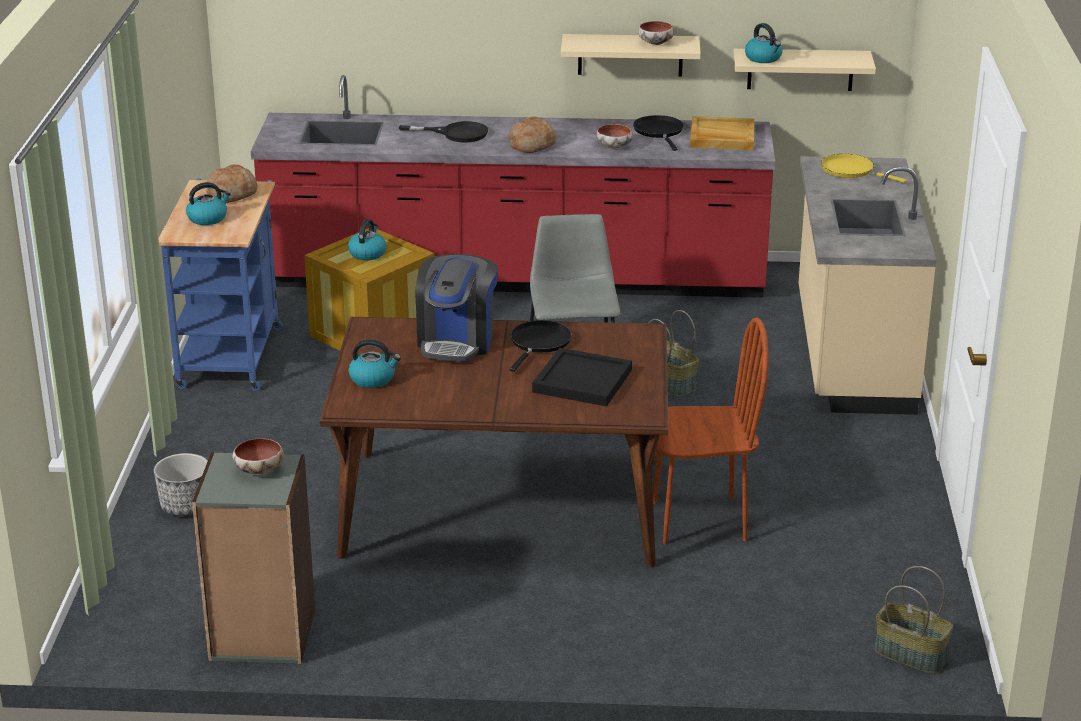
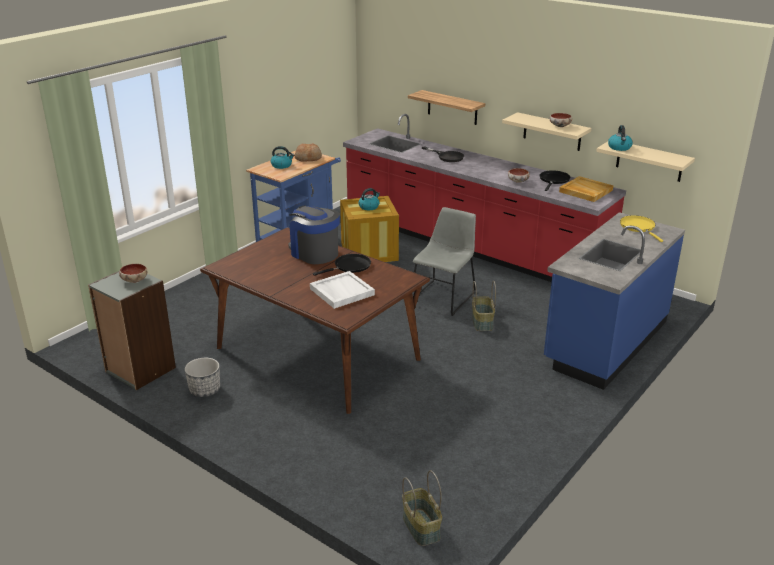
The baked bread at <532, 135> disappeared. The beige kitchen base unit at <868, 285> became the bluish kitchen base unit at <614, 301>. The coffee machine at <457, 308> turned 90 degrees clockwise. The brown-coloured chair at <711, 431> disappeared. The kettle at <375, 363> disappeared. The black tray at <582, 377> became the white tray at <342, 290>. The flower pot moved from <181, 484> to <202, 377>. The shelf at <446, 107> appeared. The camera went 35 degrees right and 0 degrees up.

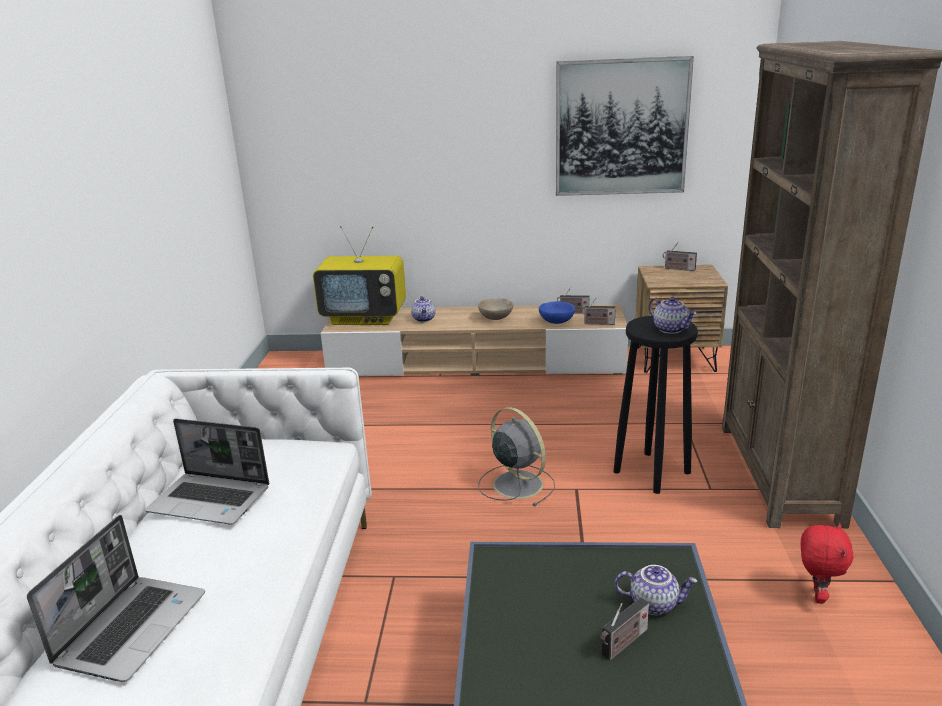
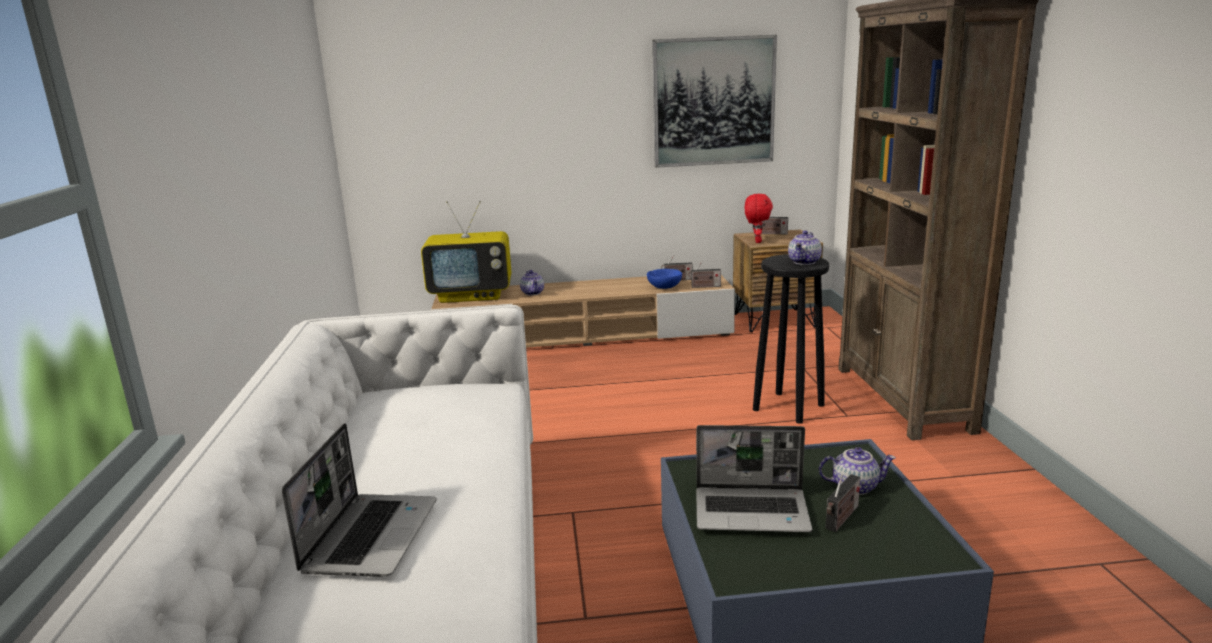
The tea pot at <672, 315> turned 75 degrees clockwise. The beige bowl at <495, 309> disappeared. The greyish fan at <516, 456> disappeared. The portable computer moved from <207, 471> to <754, 478>. The reddish plush toy moved from <827, 563> to <759, 218>. The camera went 10 degrees left and 5 degrees down.

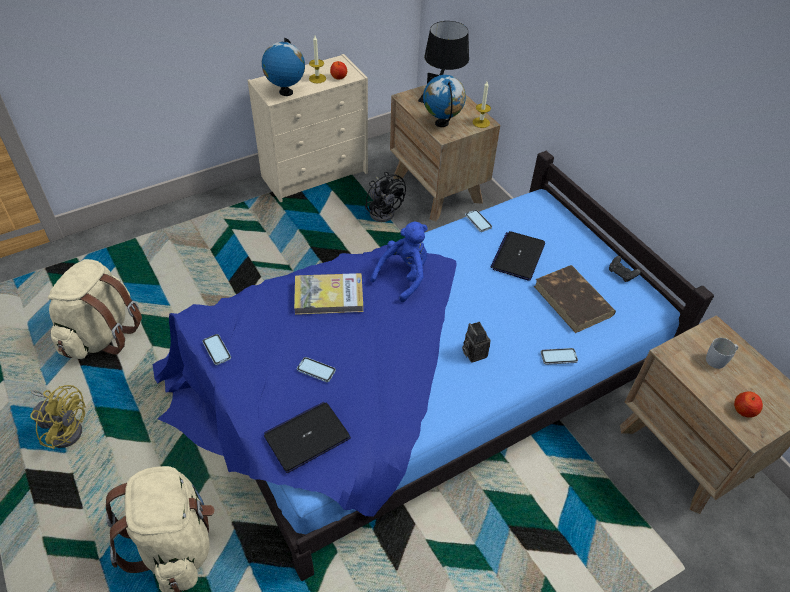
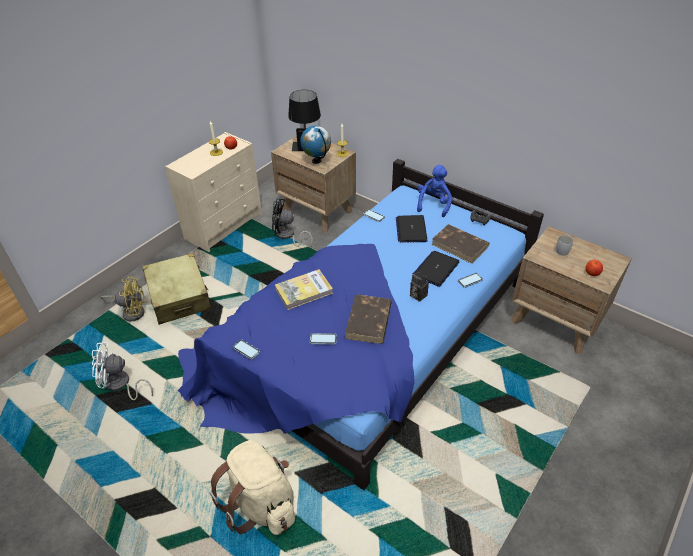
The world globe at <283, 67> disappeared. The black fan at <385, 197> turned 150 degrees clockwise. The bluish plush toy moved from <399, 262> to <434, 191>. The beige knapsack at <95, 309> was replaced by the white fan at <122, 371>. The yellow-coloured fan moved from <58, 417> to <123, 299>. The portable computer moved from <307, 437> to <436, 269>. The beige suitcase at <176, 289> appeared. The brown-coloured book at <368, 319> appeared. The camera went 20 degrees left and 5 degrees down.

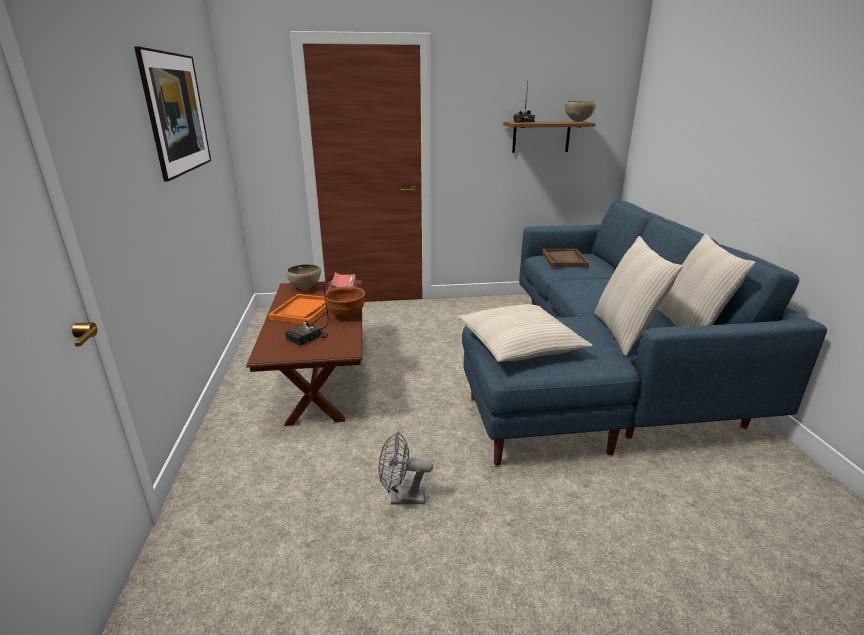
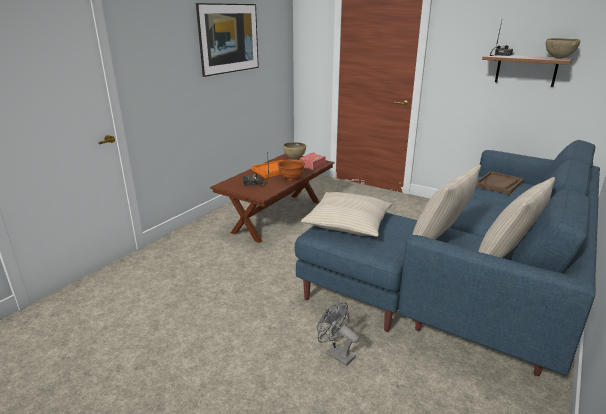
The greyish fan moved from <405, 467> to <338, 334>. The camera went 40 degrees right and 0 degrees up.

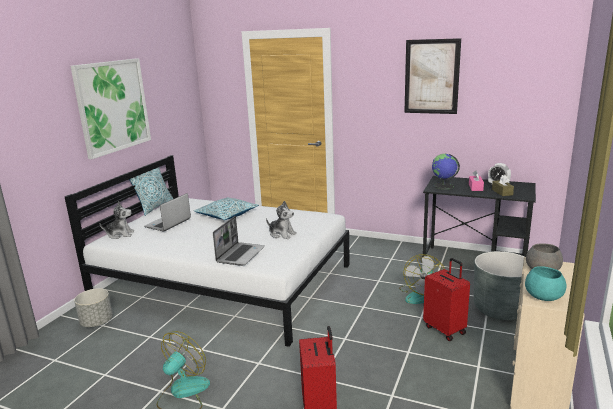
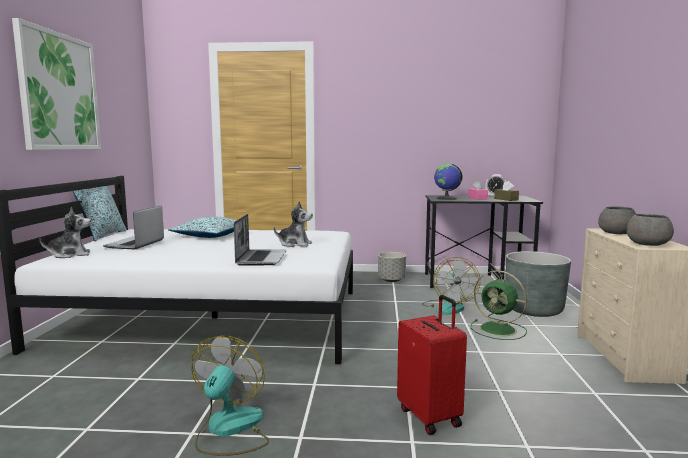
The wall art at <432, 76> disappeared. The reddish suitcase at <446, 299> was replaced by the greenish fan at <499, 305>. The blue-green bowl at <546, 283> became the greyish bowl at <650, 230>. The greyish flower pot moved from <93, 307> to <392, 267>. The camera went 20 degrees left and 10 degrees down.

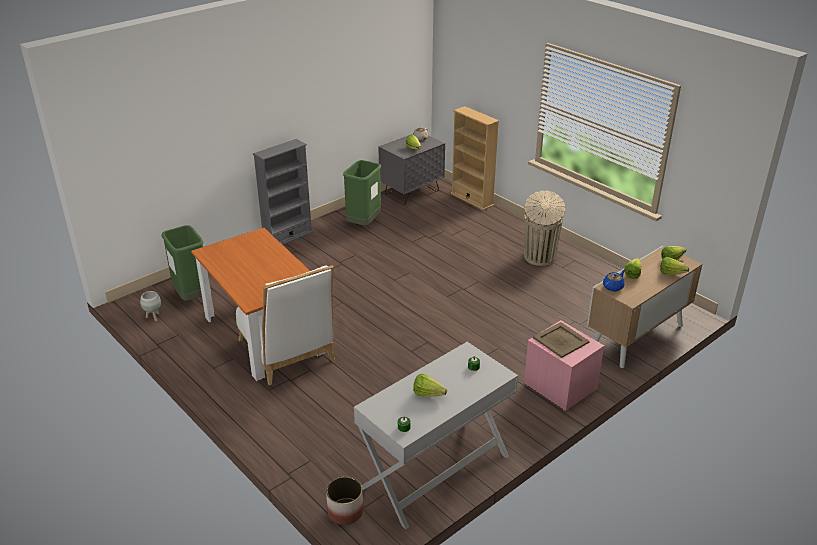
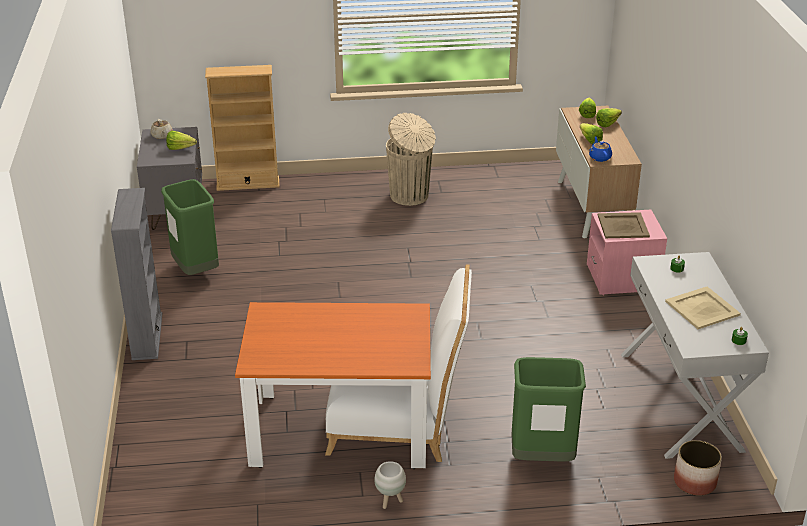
The greenish trash can moved from <182, 263> to <549, 409>. The white flower pot moved from <150, 306> to <390, 485>. The lettuce head at <430, 385> was replaced by the beige tray at <703, 307>. The camera went 55 degrees left and 0 degrees up.

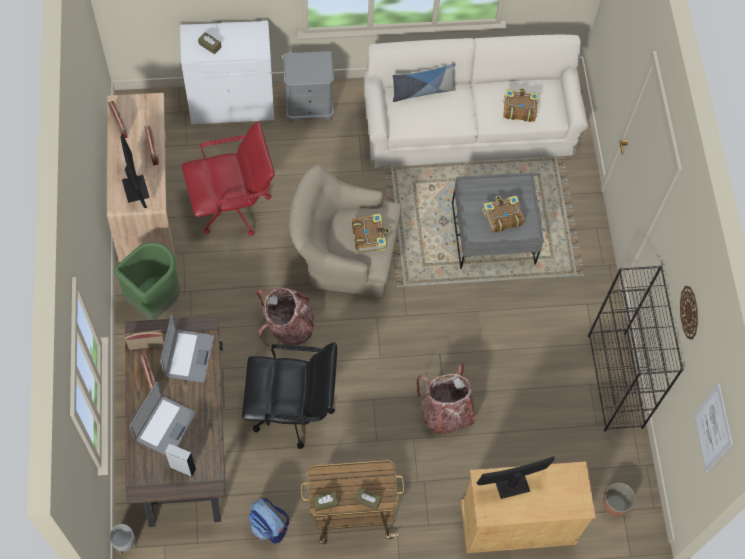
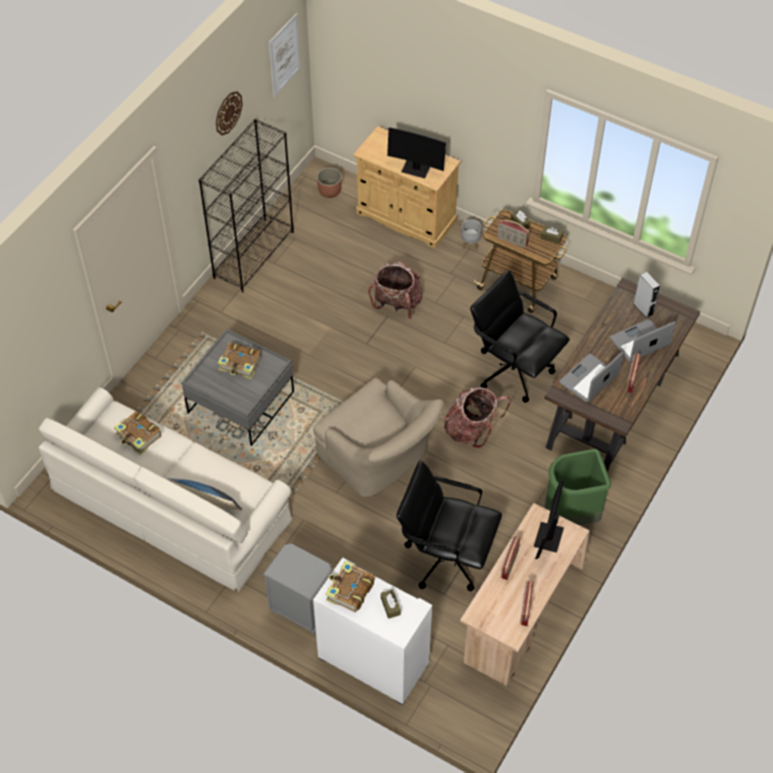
The reddish computer chair at <228, 178> became the black computer chair at <449, 525>. The book moved from <371, 233> to <350, 586>. The radio receiver moved from <144, 340> to <513, 233>. The knapsack at <269, 521> disappeared. The greyish flower pot moved from <123, 539> to <471, 234>. The camera went 140 degrees left and 10 degrees down.

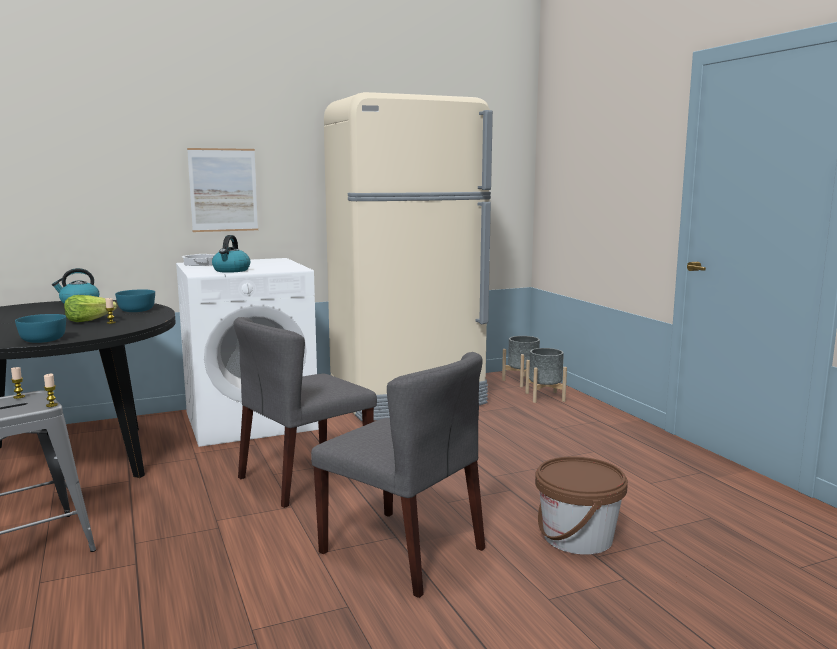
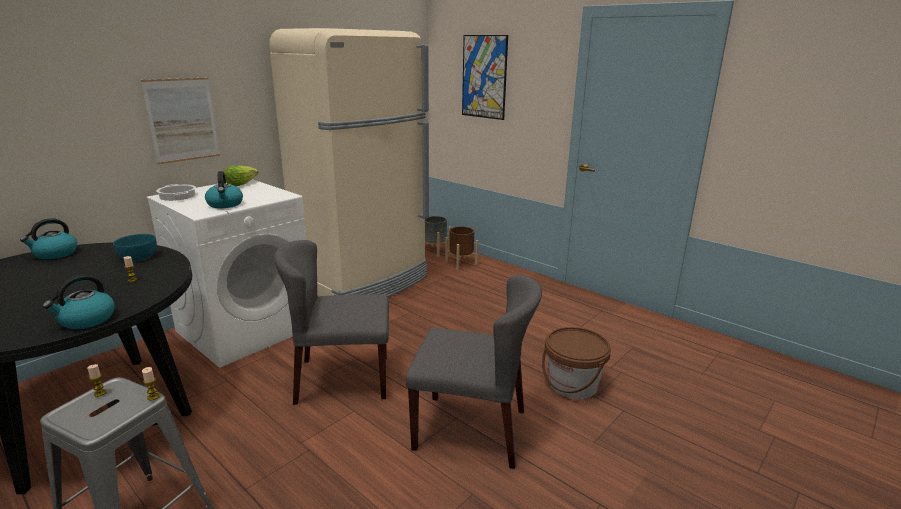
The lettuce head moved from <90, 308> to <241, 175>. The blue-green bowl at <40, 328> was replaced by the kettle at <79, 302>. The greyish chair at <305, 412> turned 60 degrees clockwise. The greyish flower pot at <546, 375> became the brown-coloured flower pot at <462, 248>. The wall art at <485, 77> appeared. The camera went 25 degrees left and 10 degrees up.

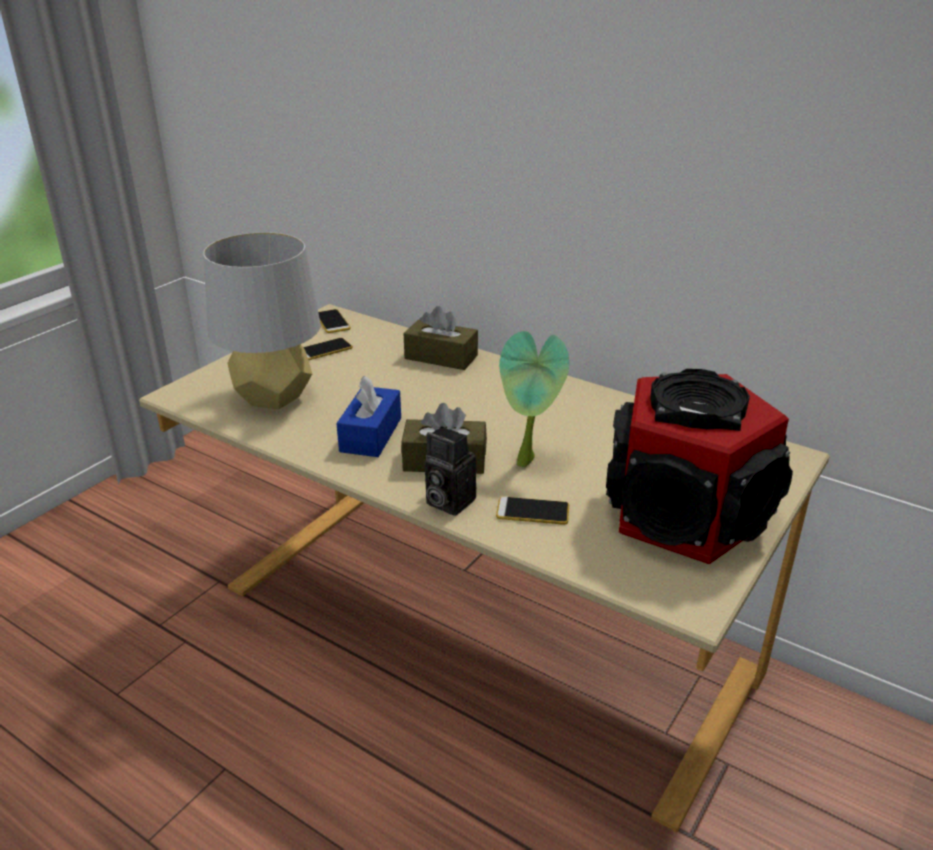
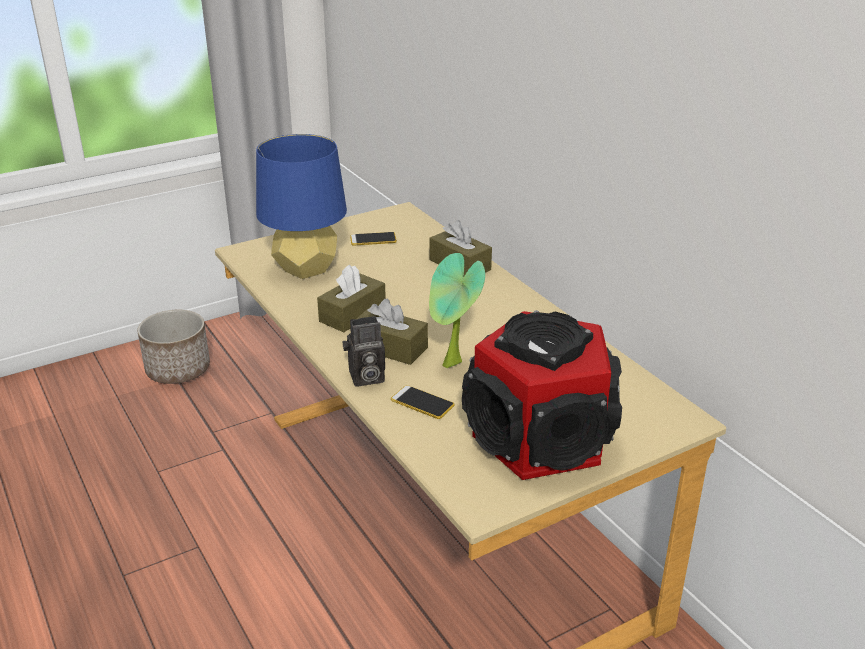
The greyish lamp for a table at <262, 320> became the bluish lamp for a table at <301, 206>. The telephone at <334, 321> disappeared. The bluish tissue box at <368, 416> became the brown-coloured tissue box at <351, 298>. The still camera at <451, 471> turned 75 degrees counterclockwise. The flower pot at <173, 347> appeared. The camera went 25 degrees right and 0 degrees up.

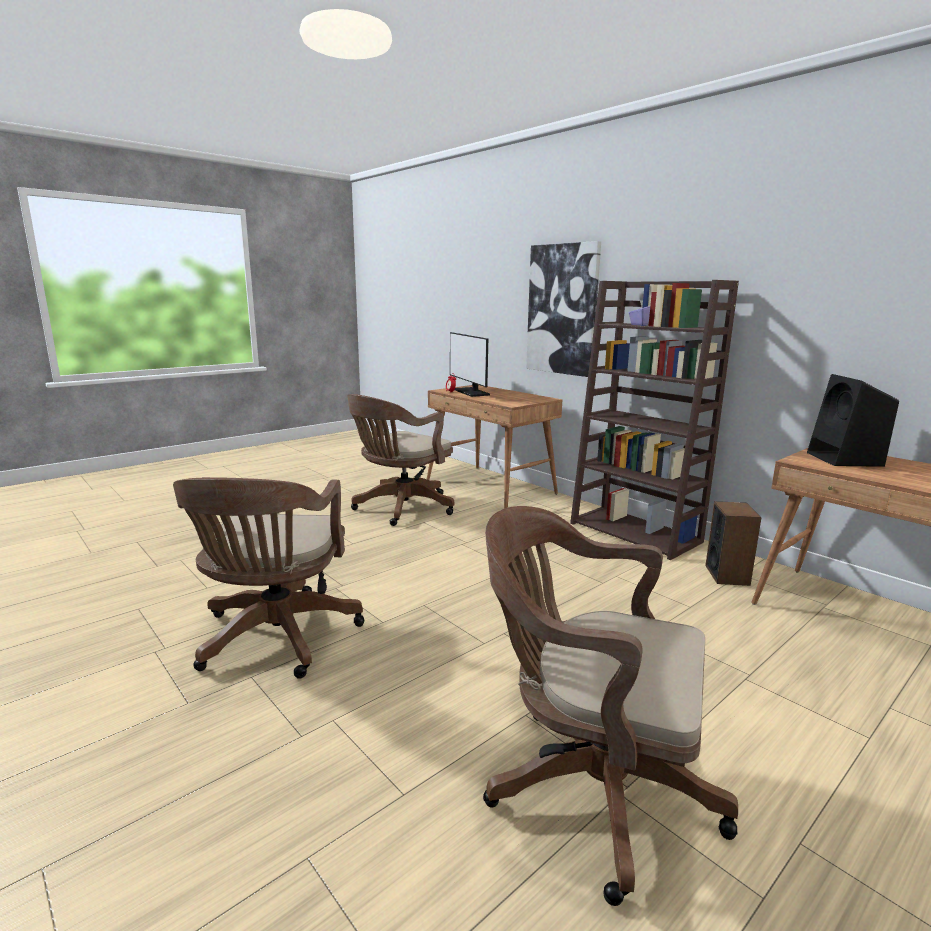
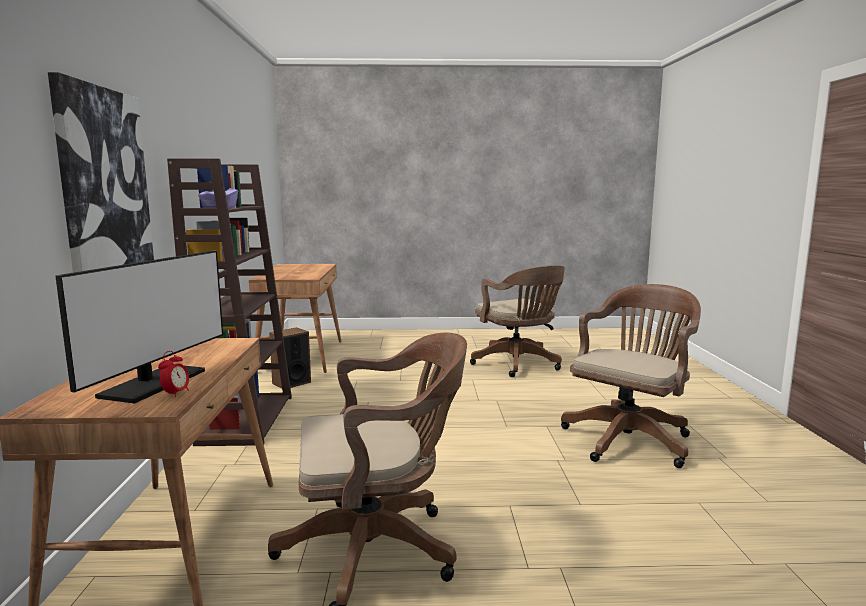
The black loudspeaker at <853, 420> disappeared. The camera went 140 degrees left and 5 degrees down.

